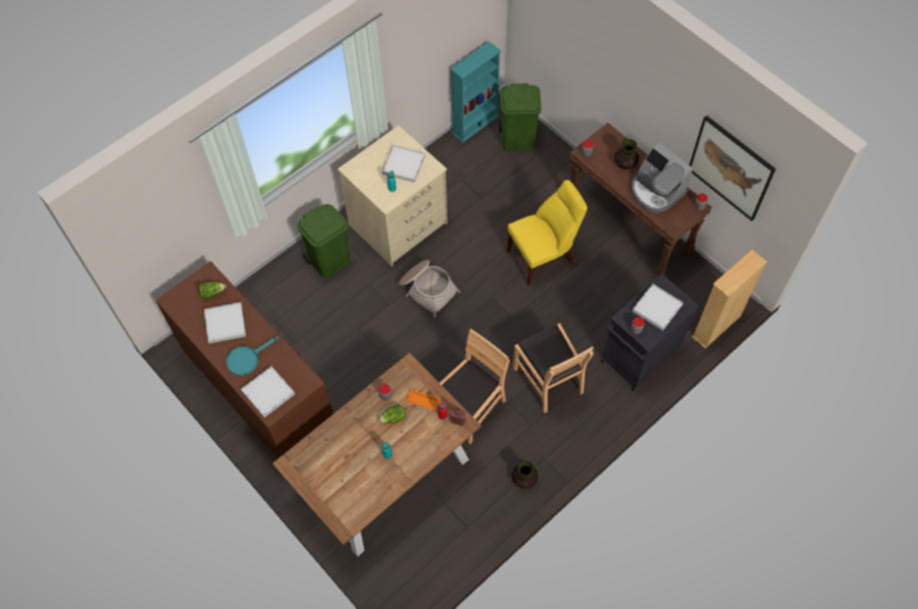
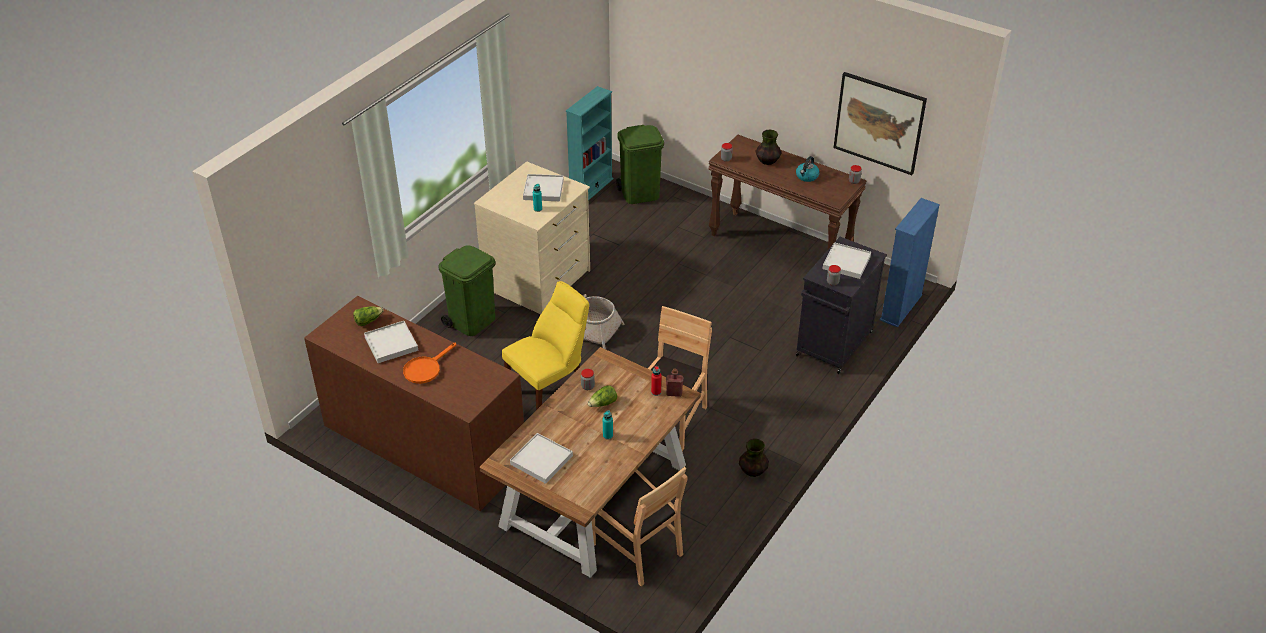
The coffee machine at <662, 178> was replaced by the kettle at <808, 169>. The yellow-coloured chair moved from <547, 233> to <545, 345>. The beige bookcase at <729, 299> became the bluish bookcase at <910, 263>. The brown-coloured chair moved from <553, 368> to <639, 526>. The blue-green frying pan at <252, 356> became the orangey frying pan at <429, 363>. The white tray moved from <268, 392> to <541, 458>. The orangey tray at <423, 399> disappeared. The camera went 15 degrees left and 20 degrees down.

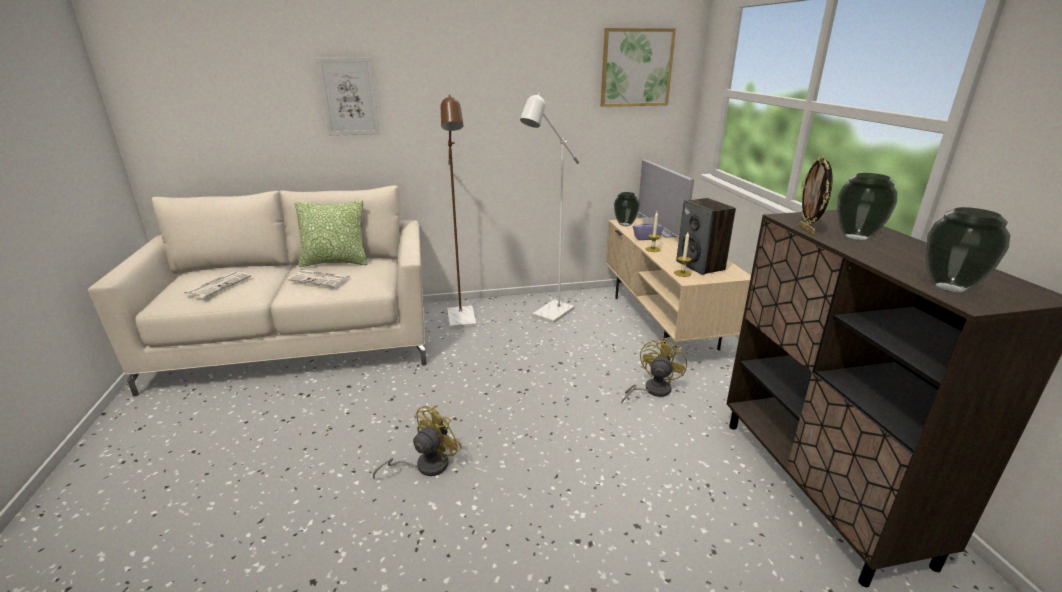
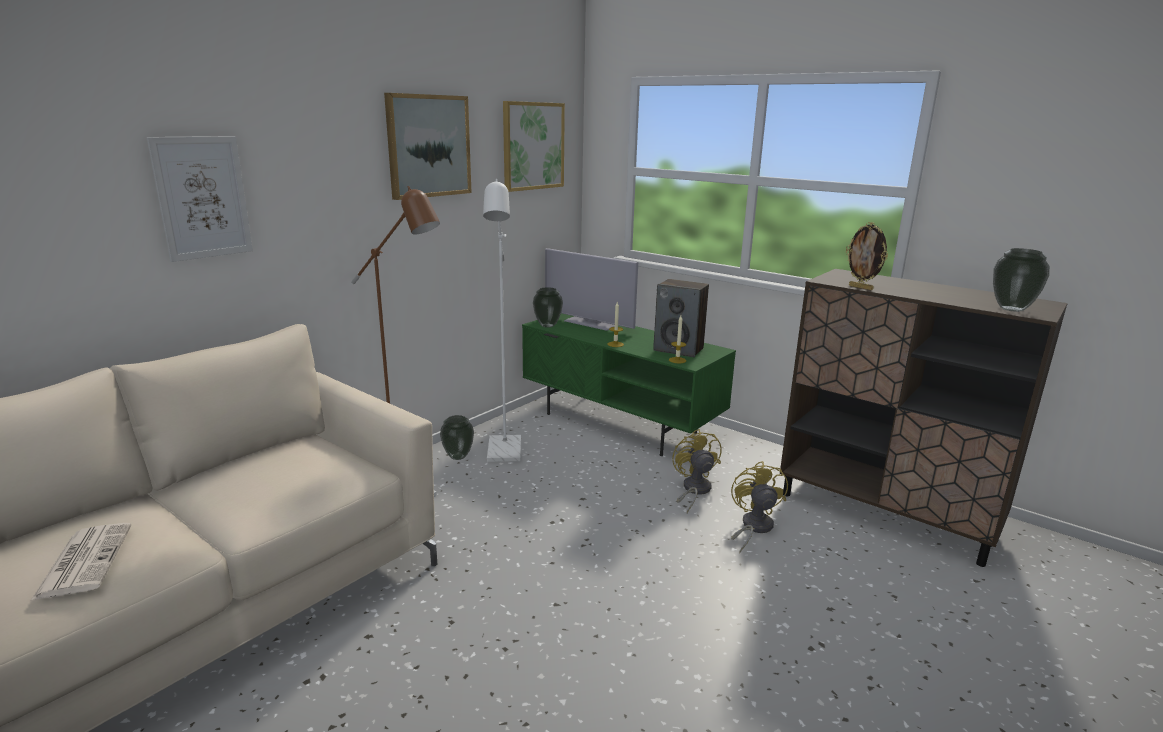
The decorative vase moved from <867, 207> to <457, 437>. The pillow at <331, 233> disappeared. The purple tissue box at <648, 228> disappeared. The beige tv unit at <678, 284> became the greenish tv unit at <629, 384>. The printed paper at <319, 278> disappeared. The yellow-coloured fan moved from <417, 442> to <759, 507>. The wall art at <428, 146> appeared. The camera went 40 degrees left and 5 degrees down.

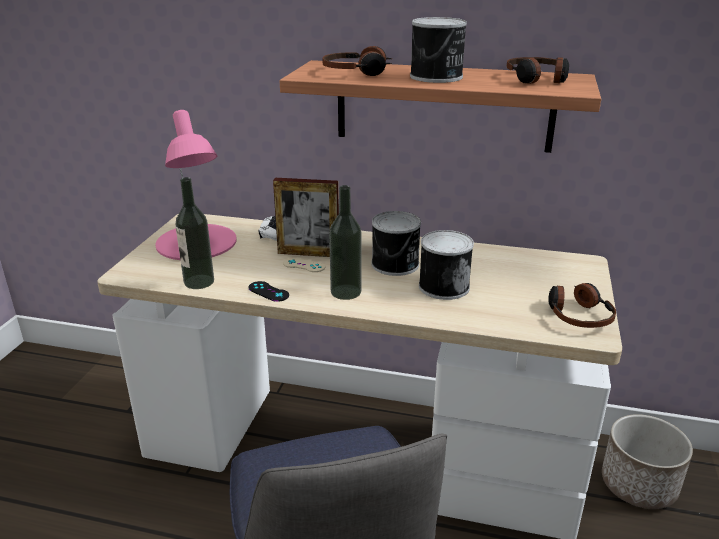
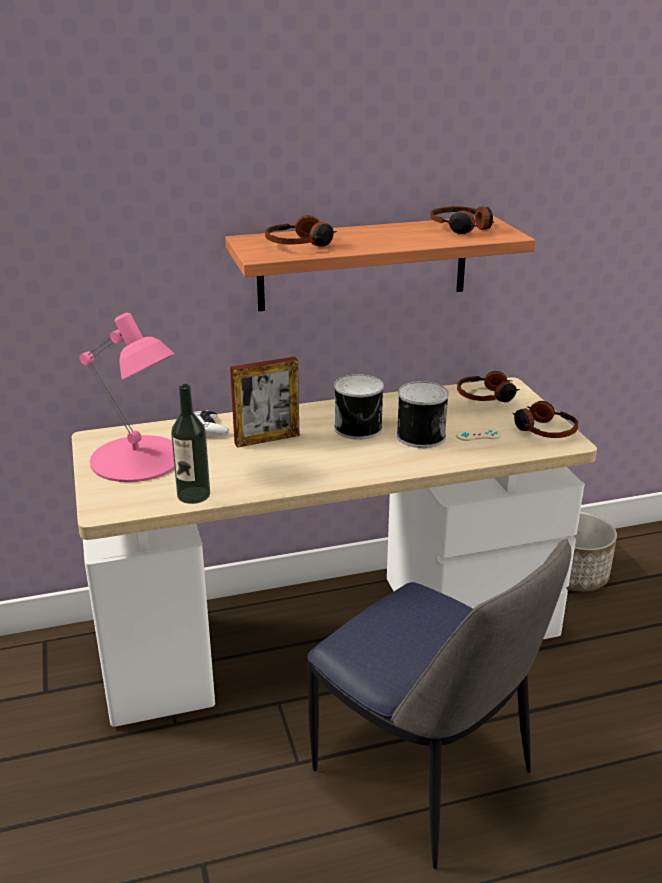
The metal can at <438, 50> disappeared. The bottle at <345, 242> disappeared. The beige gamepad moved from <304, 264> to <478, 435>. The black gamepad at <269, 291> disappeared. The pair of headphones at <488, 386> appeared. The camera went 30 degrees left and 0 degrees up.

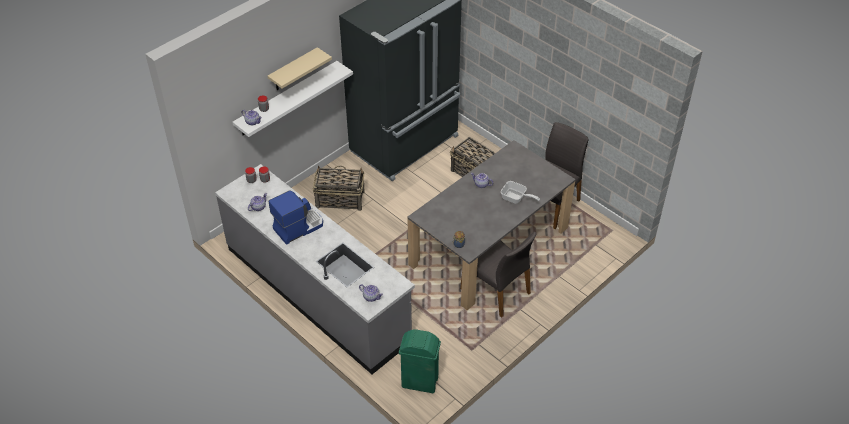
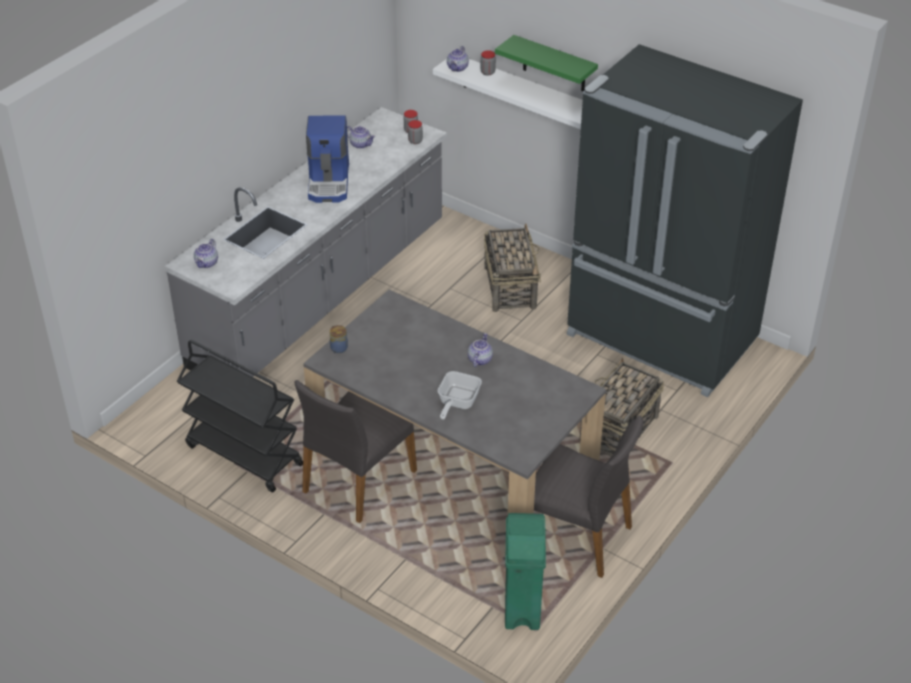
The beige shelf at <299, 68> became the greenish shelf at <546, 63>. The coffee machine at <296, 217> turned 45 degrees clockwise. The greenish trash can moved from <420, 361> to <525, 571>. The black wheeled cart at <240, 416> appeared. The camera went 80 degrees right and 5 degrees down.

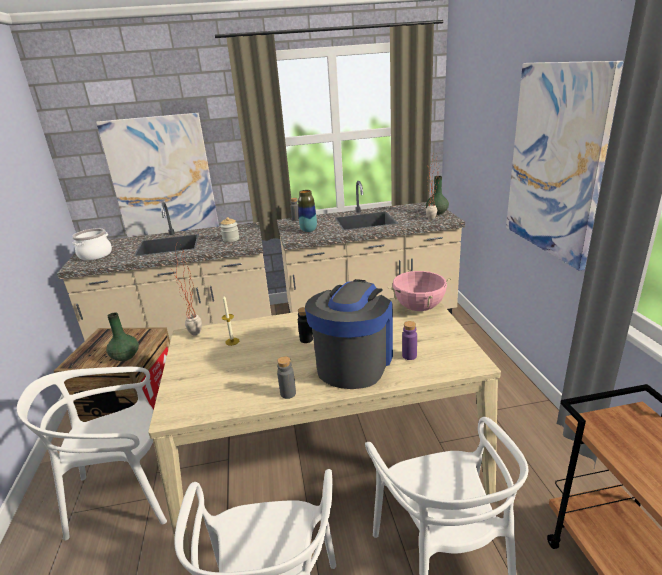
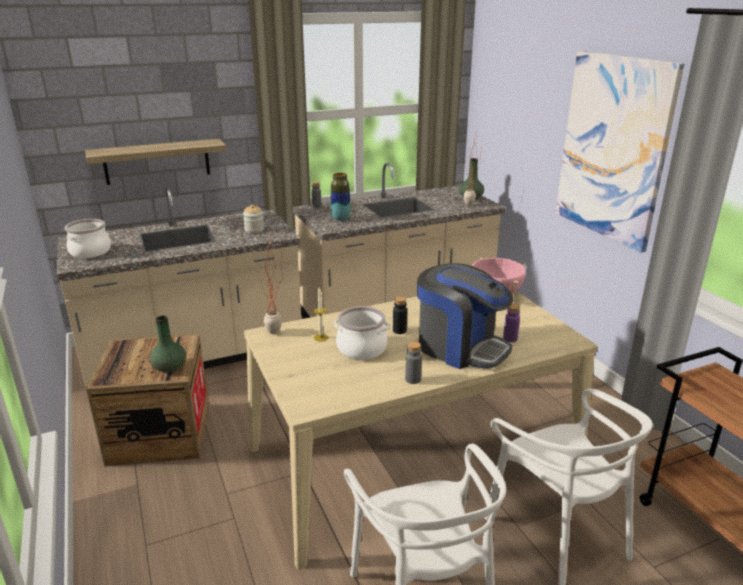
The wall art at <157, 175> was replaced by the shelf at <156, 162>. The coffee machine at <349, 334> turned 120 degrees clockwise. The white chair at <92, 454> disappeared. The cooking pot at <361, 333> appeared. The camera went 15 degrees left and 0 degrees up.

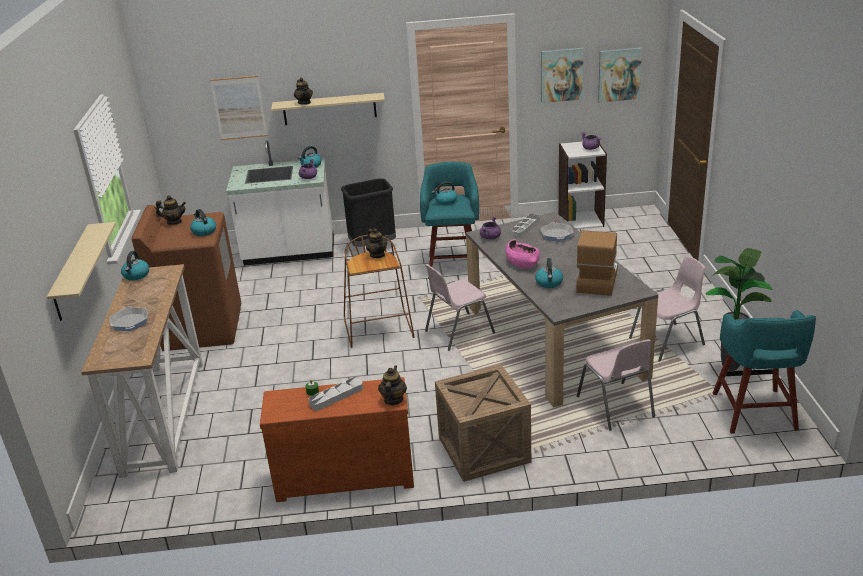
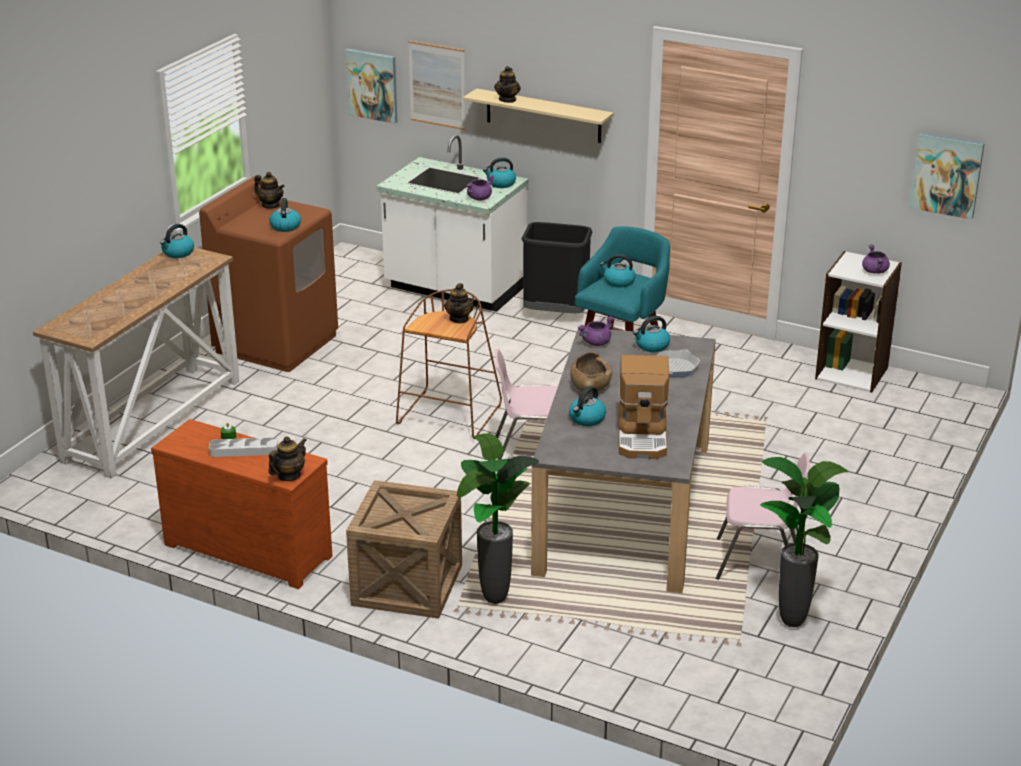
The wall art moved from <562, 75> to <371, 86>. The greyish tray at <525, 226> was replaced by the kettle at <651, 334>. The beige shelf at <81, 271> disappeared. The coffee machine at <597, 263> turned 135 degrees clockwise. The pink-coloured bowl at <523, 253> became the brown-coloured bowl at <591, 372>. The frying pan at <128, 319> disappeared. The blue-green stool seat at <764, 372> disappeared. The pink-coloured chair at <616, 385> disappeared. The potted plant at <497, 518> appeared. The camera went 30 degrees right and 0 degrees up.

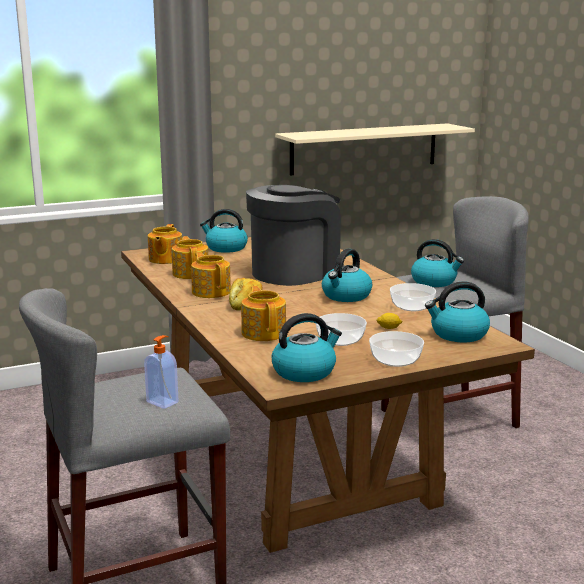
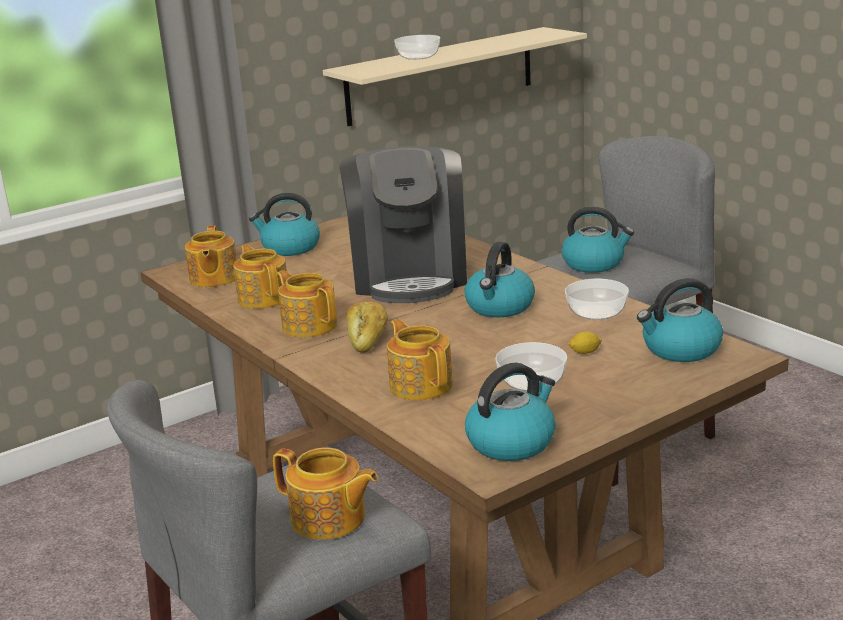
The coffee machine at <295, 235> turned 135 degrees clockwise. The bowl moved from <396, 349> to <417, 47>. The soap dispenser at <161, 372> was replaced by the tea pot at <325, 493>. The camera went 10 degrees left and 5 degrees up.

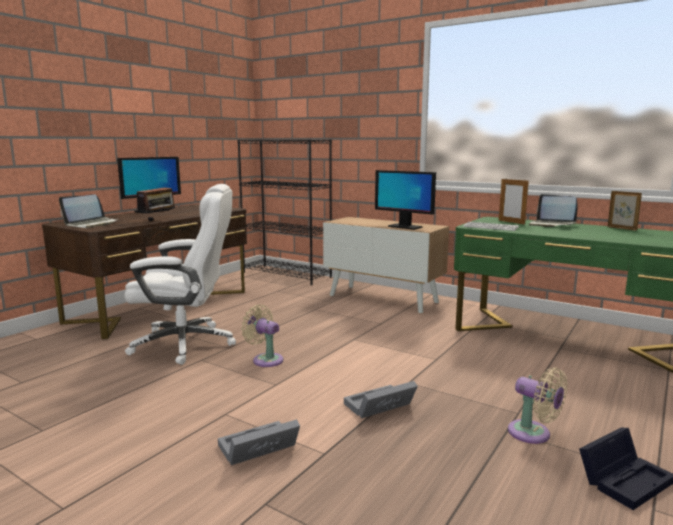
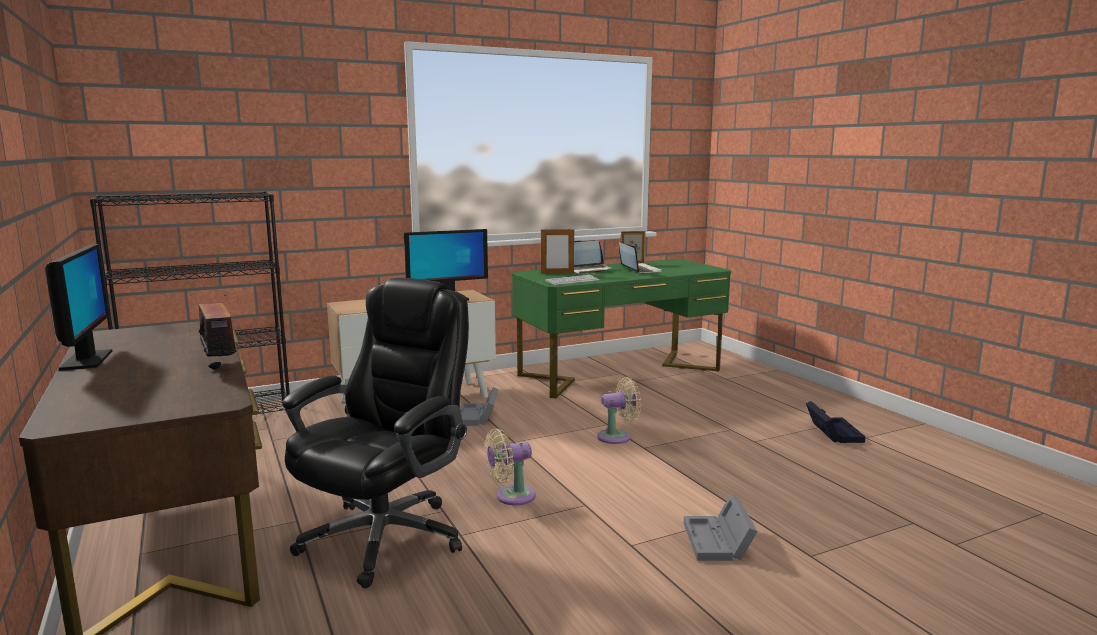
The white computer chair at <180, 274> became the black computer chair at <375, 433>. The portable computer moved from <88, 211> to <640, 258>. The beige fan moved from <537, 406> to <619, 410>. The greyish storage bin moved from <381, 399> to <479, 406>. The camera went 60 degrees left and 0 degrees up.

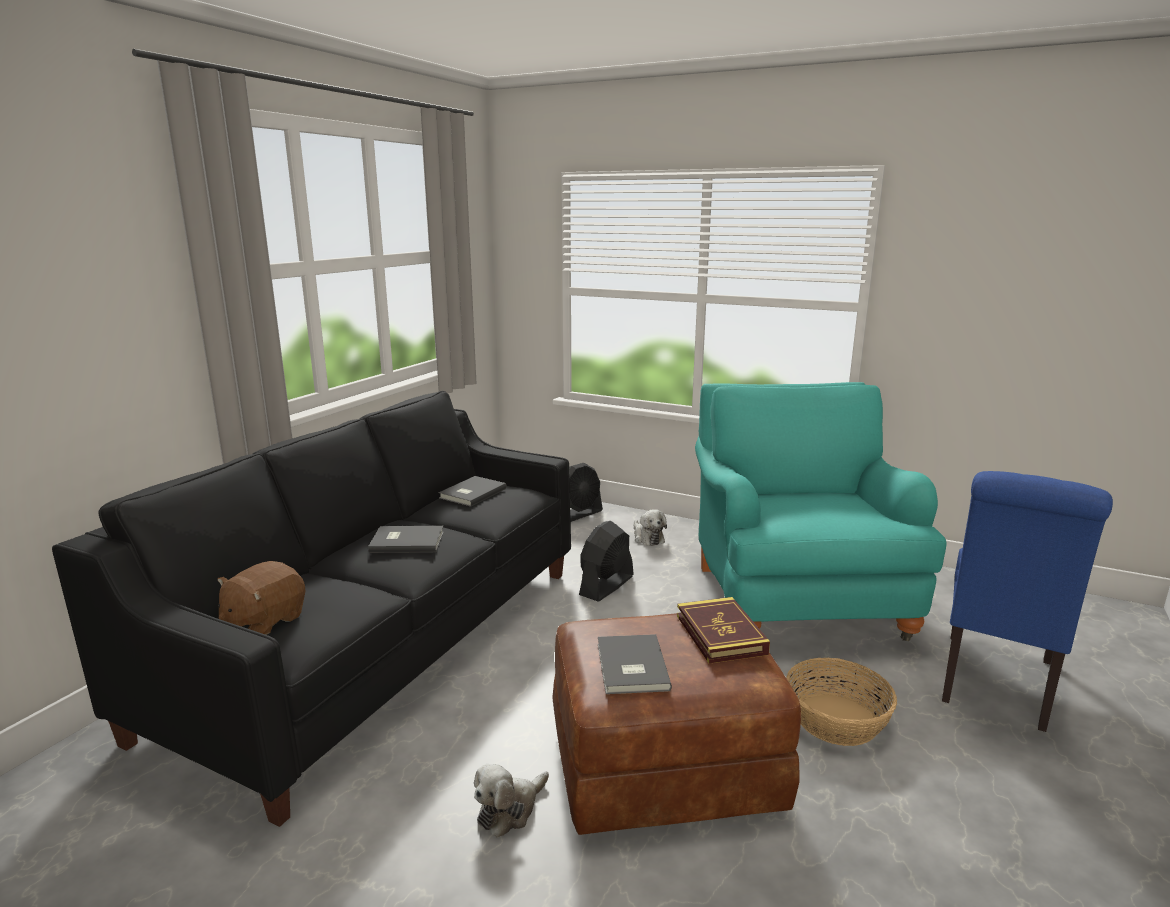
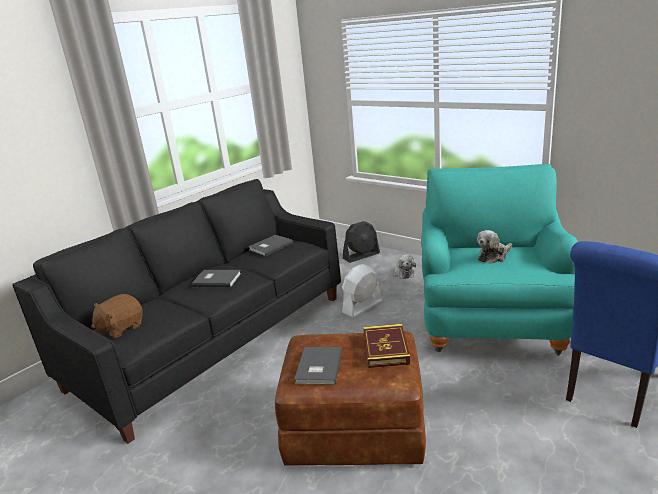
The black fan at <606, 561> became the white fan at <362, 291>. The household basket at <841, 702> disappeared. The plush toy moved from <511, 801> to <494, 246>. The camera went 15 degrees right and 5 degrees up.

